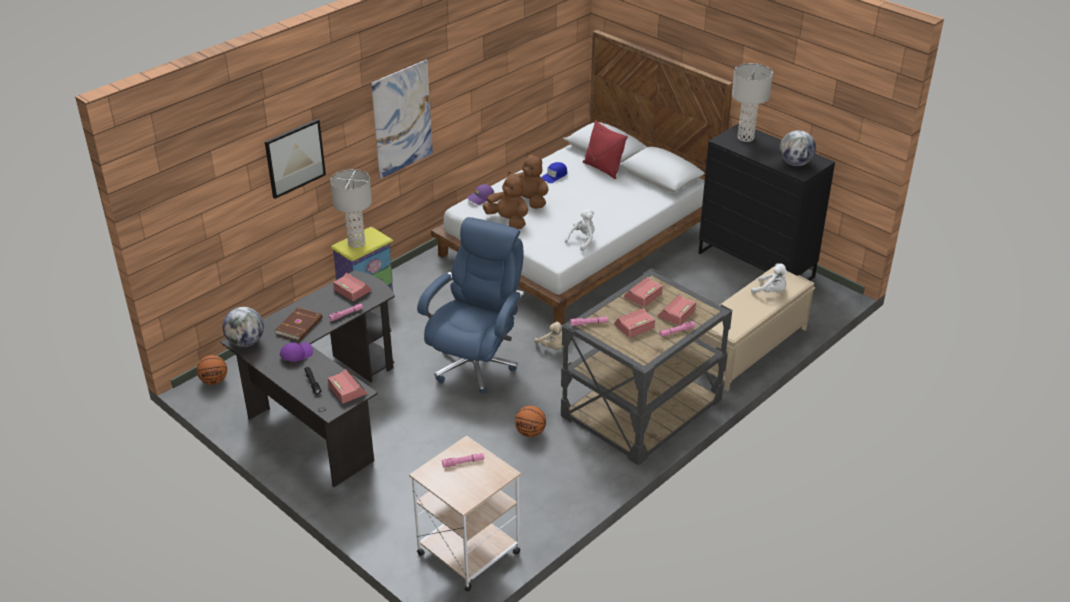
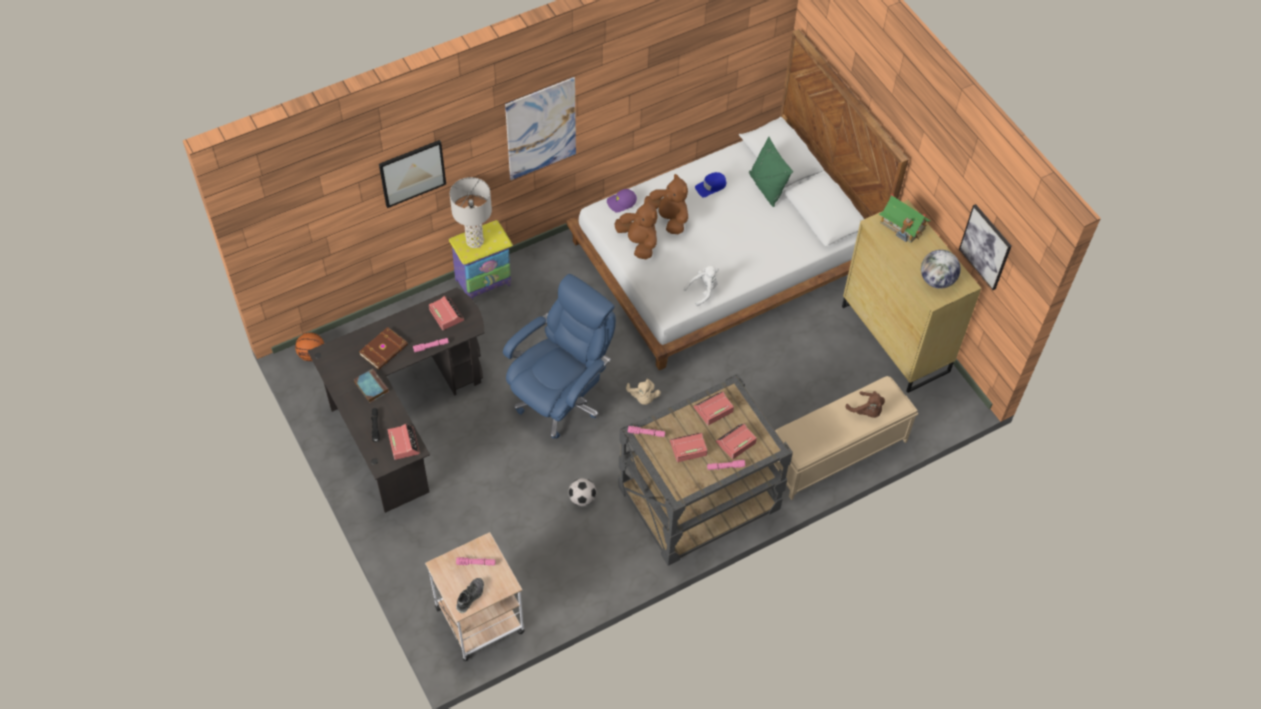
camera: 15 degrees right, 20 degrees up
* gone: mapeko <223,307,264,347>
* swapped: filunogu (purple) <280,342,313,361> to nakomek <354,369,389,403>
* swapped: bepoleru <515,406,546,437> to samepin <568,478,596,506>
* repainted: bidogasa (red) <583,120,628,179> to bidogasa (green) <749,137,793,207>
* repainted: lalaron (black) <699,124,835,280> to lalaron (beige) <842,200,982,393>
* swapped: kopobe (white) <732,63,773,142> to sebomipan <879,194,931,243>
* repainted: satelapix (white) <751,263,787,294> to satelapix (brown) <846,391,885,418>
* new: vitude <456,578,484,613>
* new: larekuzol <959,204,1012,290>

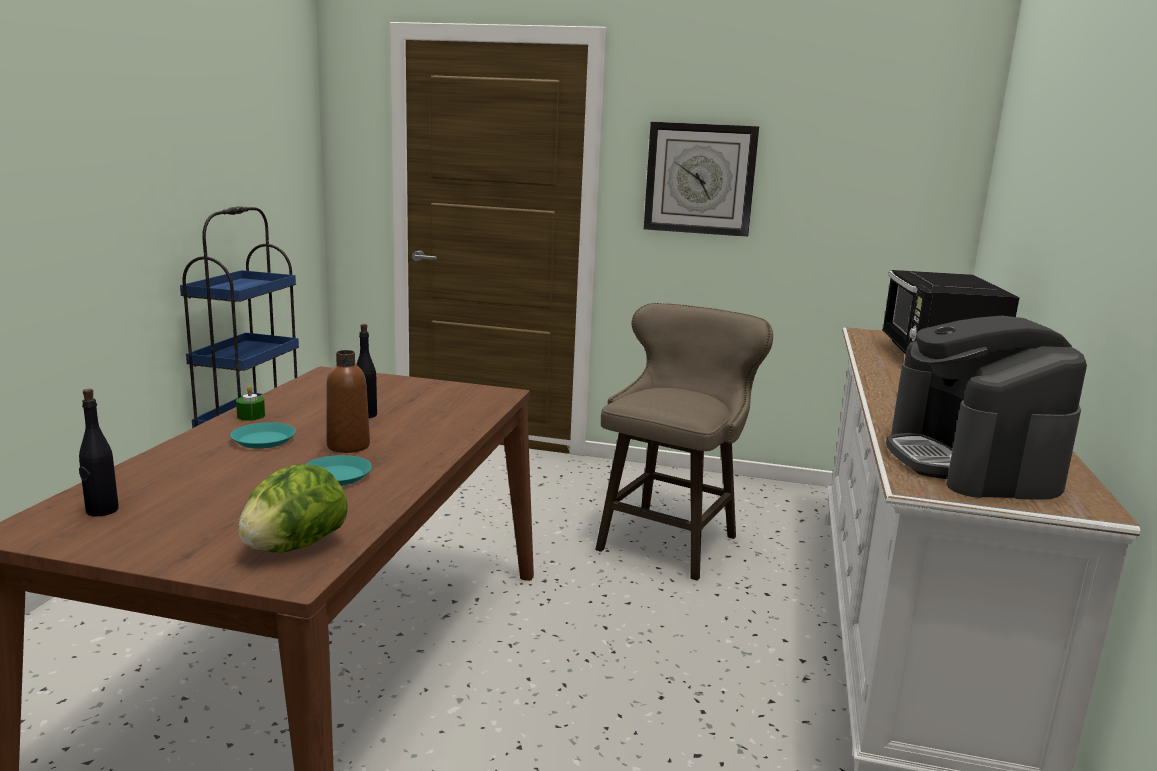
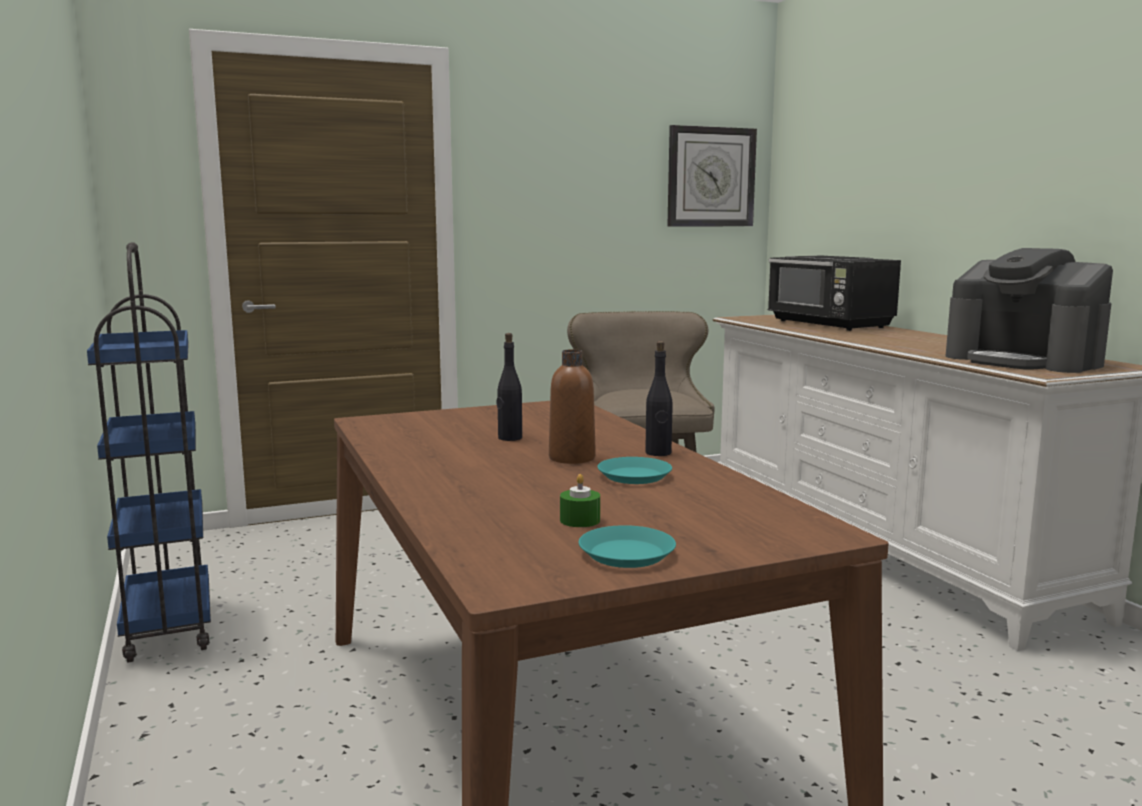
camera: 35 degrees left, 5 degrees down
* shifted: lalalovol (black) <79,389,119,516> to <645,341,673,456>
* shifted: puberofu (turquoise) <230,422,296,449> to <579,525,676,568>
* shifted: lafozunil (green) <236,386,265,421> to <560,474,600,527>
* gone: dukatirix <238,464,348,552>
* shifted: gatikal <644,122,759,237> to <667,125,757,227>

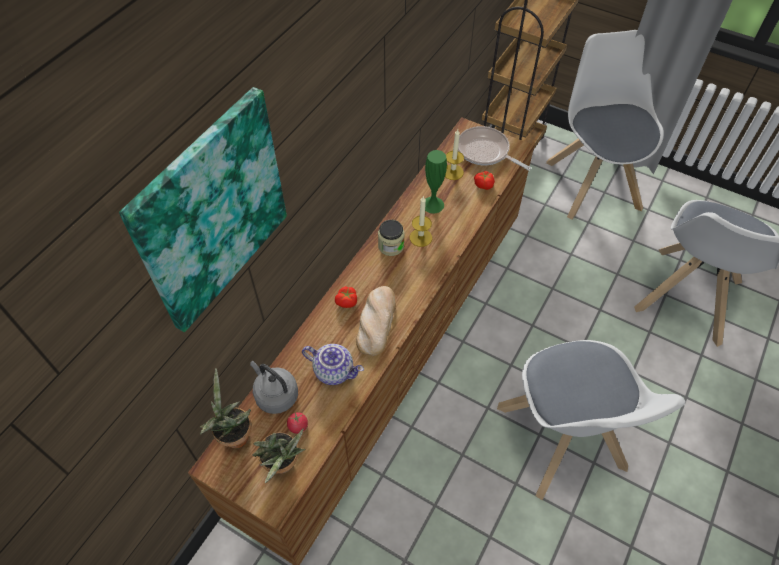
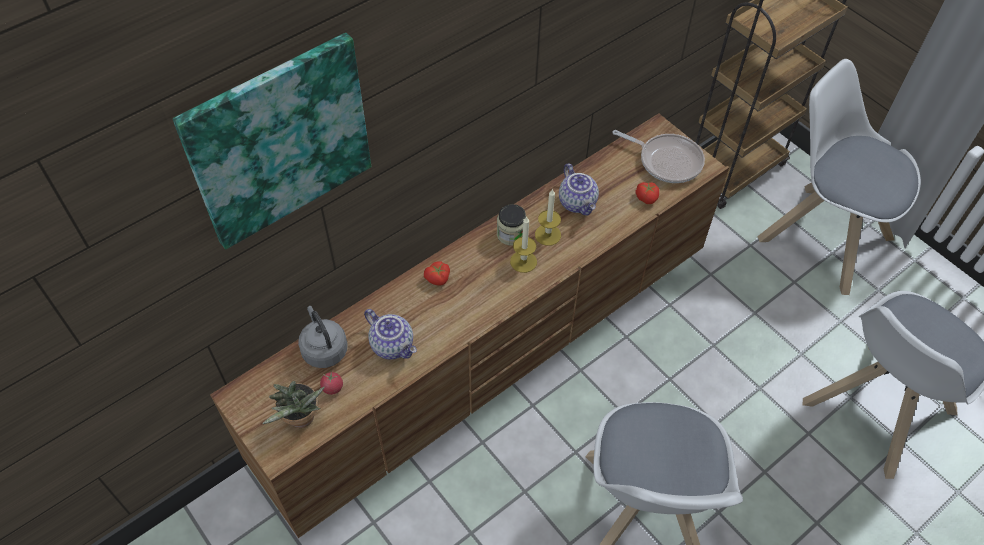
camera: 20 degrees right, 0 degrees up
* gone: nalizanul <200,368,252,448>
* gone: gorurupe <356,286,396,356>
* swapped: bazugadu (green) <425,150,447,213> to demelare <559,163,599,216>
* shifted: lafozunil <445,129,464,180> to <510,216,537,273>
* rotated: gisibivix <458,126,531,170> = <612,130,705,183> 150 degrees clockwise
* rotated: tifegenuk <546,30,664,220> = <757,59,921,295> 60 degrees counterclockwise

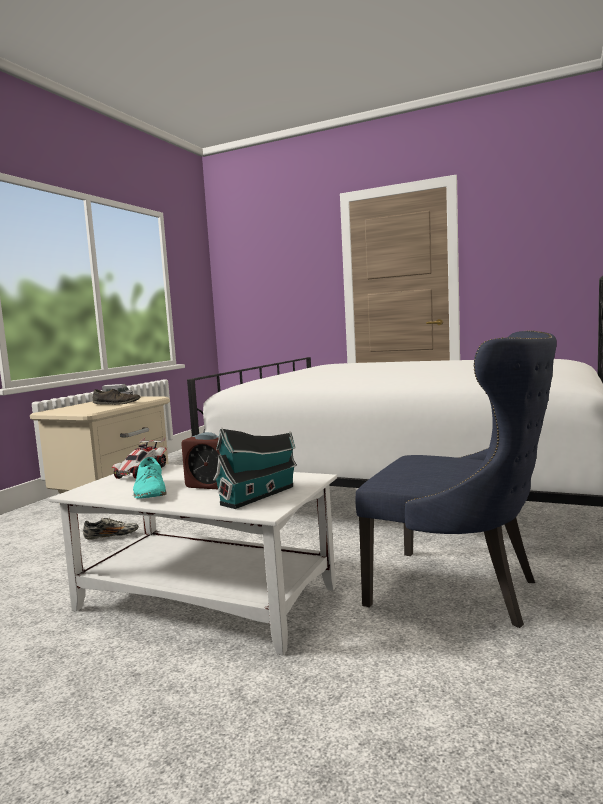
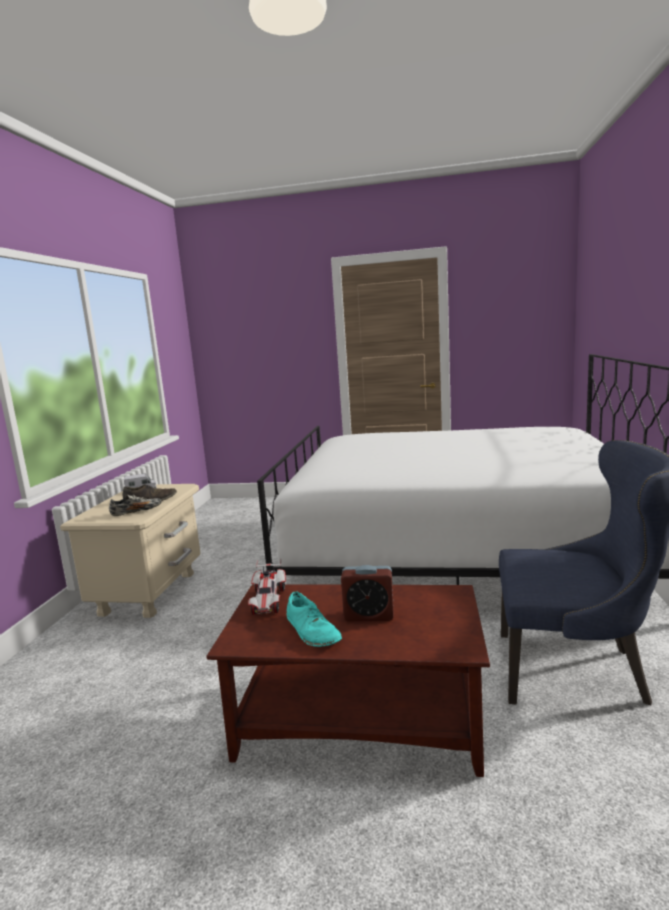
camera: 15 degrees left, 5 degrees up
* repainted: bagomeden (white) <49,464,337,655> to bagomeden (brown) <206,584,490,777>
* shifted: vitude <83,517,139,540> to <109,494,162,516>
* gone: sebomipan <213,428,297,509>

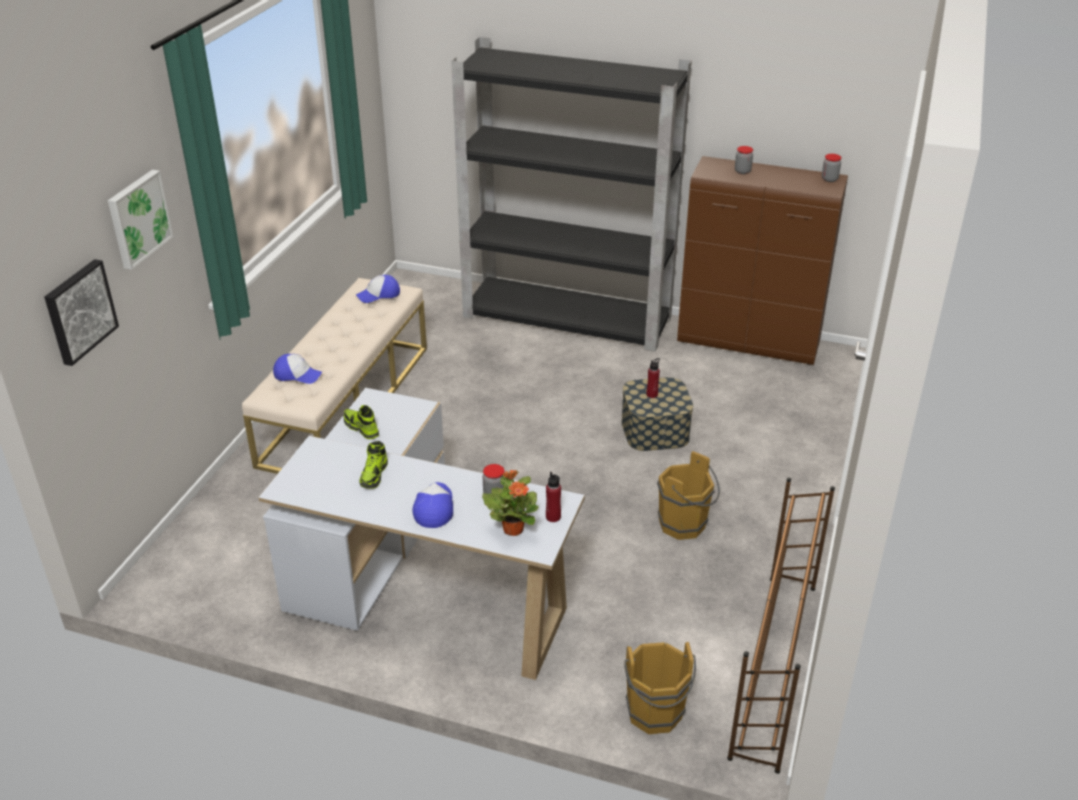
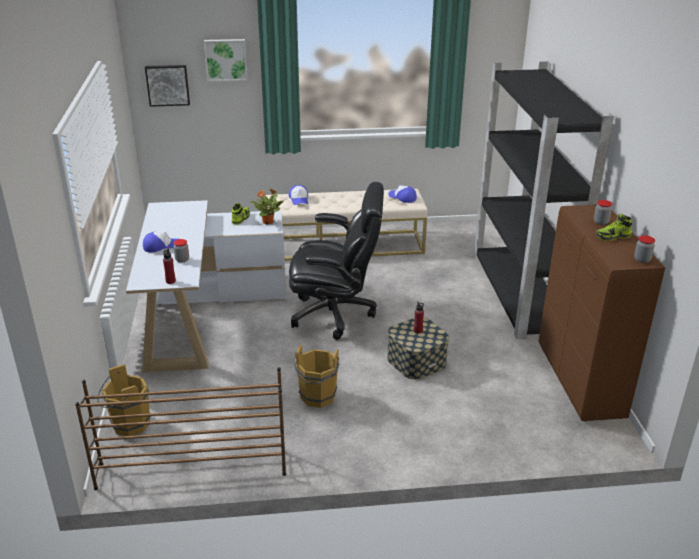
camera: 65 degrees right, 5 degrees down
* shifted: vitude <359,441,388,489> to <596,214,632,241>
* shifted: nalizanul <482,470,538,536> to <250,189,284,224>
* new: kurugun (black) <289,182,384,340>

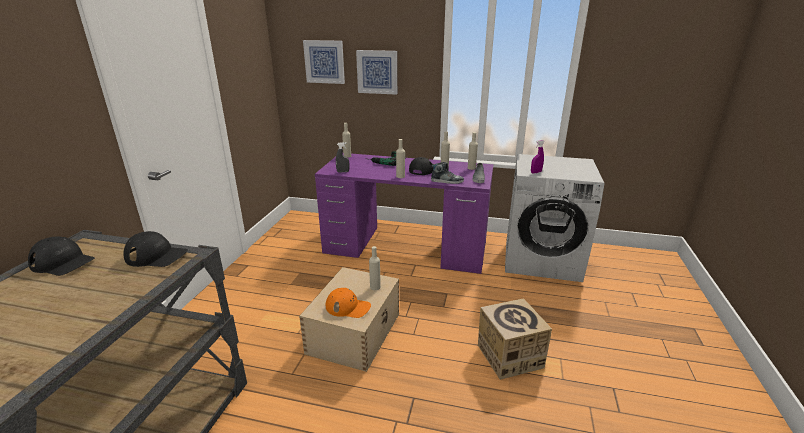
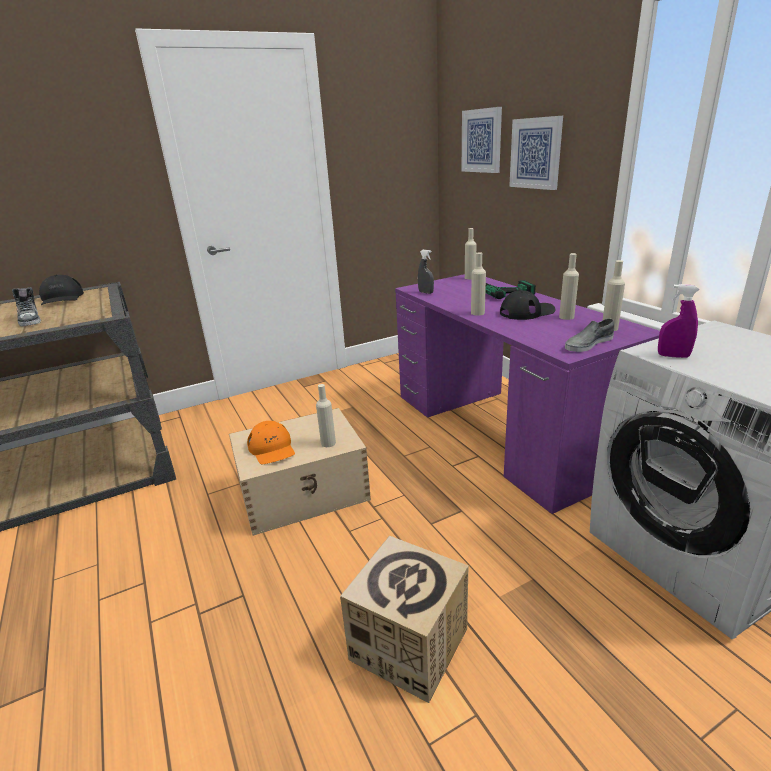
camera: 50 degrees right, 0 degrees up
* gone: filunogu (black) <123,231,188,267>
* shifted: vitude <431,162,464,184> to <12,287,41,326>

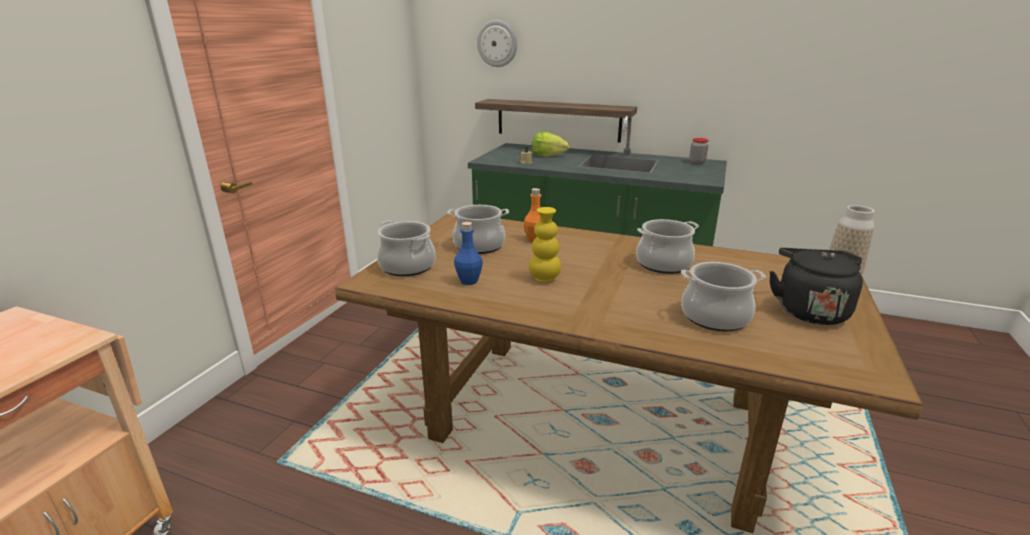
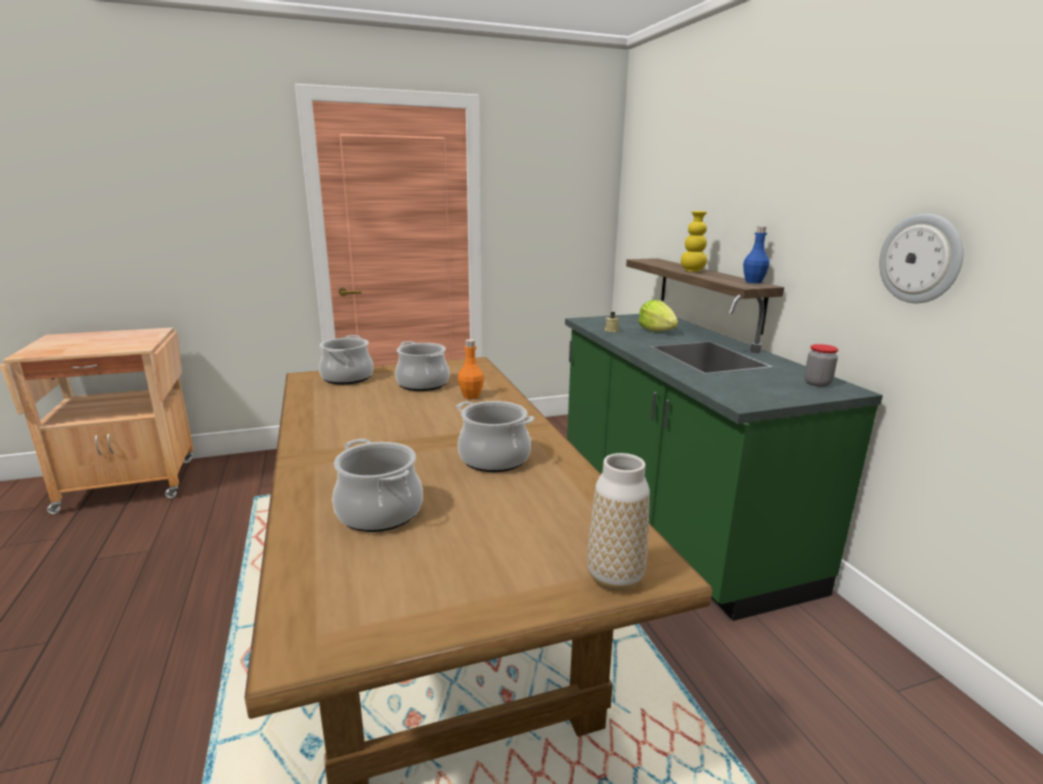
camera: 50 degrees right, 5 degrees down
* shifted: lalalovol (blue) <454,222,483,285> to <743,226,770,284>
* shifted: gatikal <477,20,517,67> to <879,214,963,303>
* shifted: bazugadu (yellow) <529,207,561,282> to <681,211,707,272>
* gone: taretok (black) <769,248,863,325>

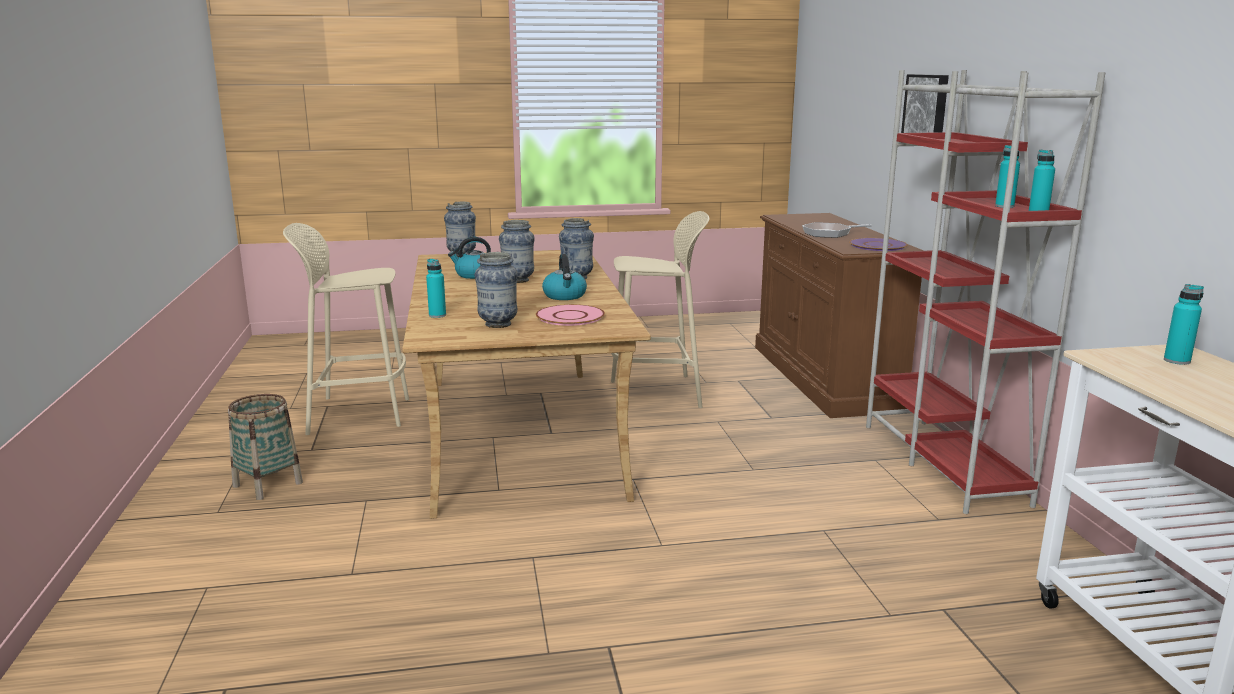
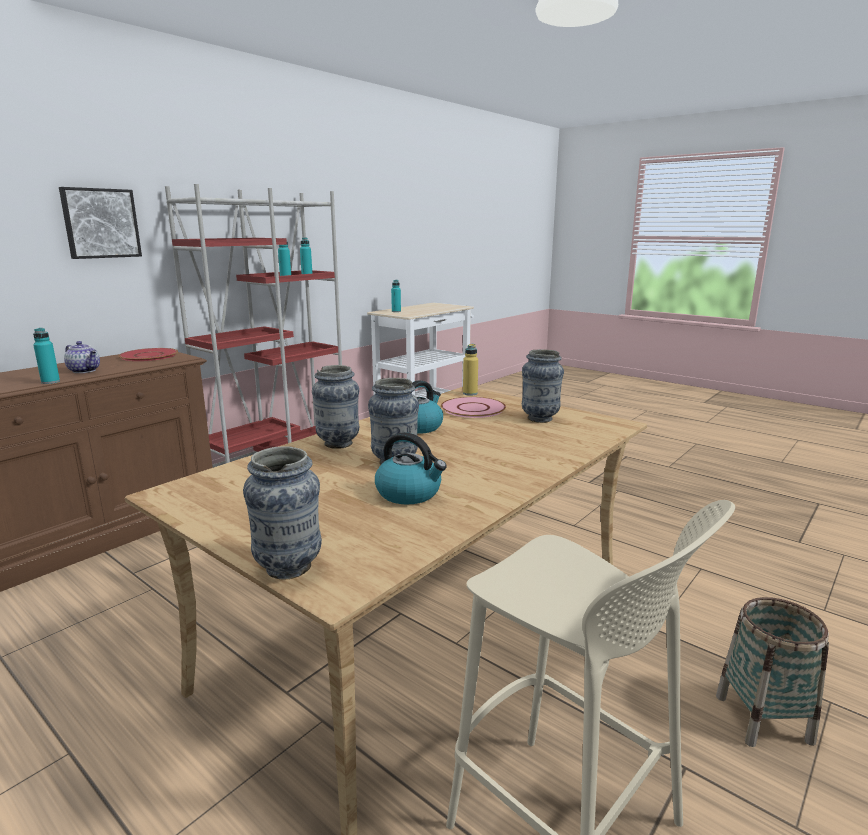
camera: 130 degrees left, 0 degrees up
* shifted: lalalovol (turquoise) <426,259,446,318> to <33,328,60,384>
* gone: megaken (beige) <611,211,709,408>
* swapped: gisibivix <802,222,872,238> to demelare <64,341,100,373>
* repainted: puberofu (purple) <849,238,908,251> to puberofu (red) <119,348,178,361>
* new: lalalovol (yellow) <463,344,478,396>

